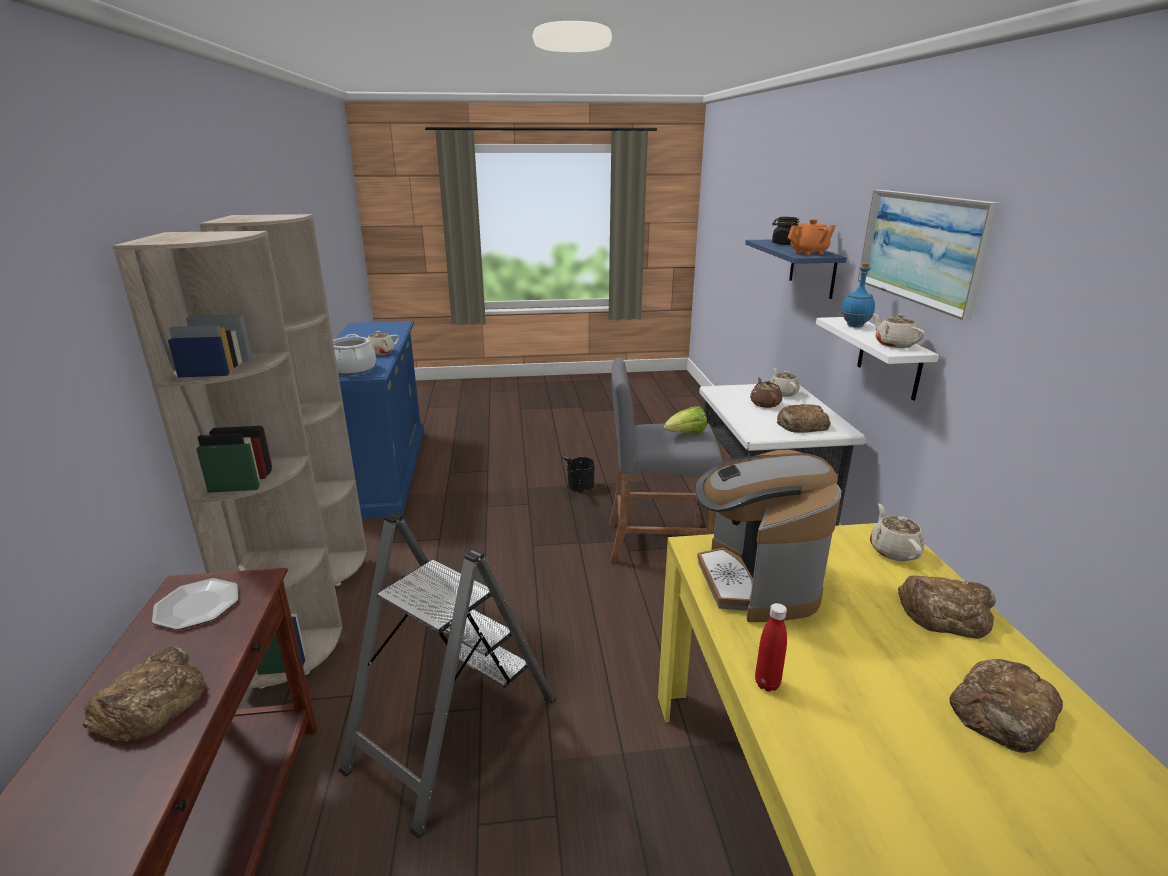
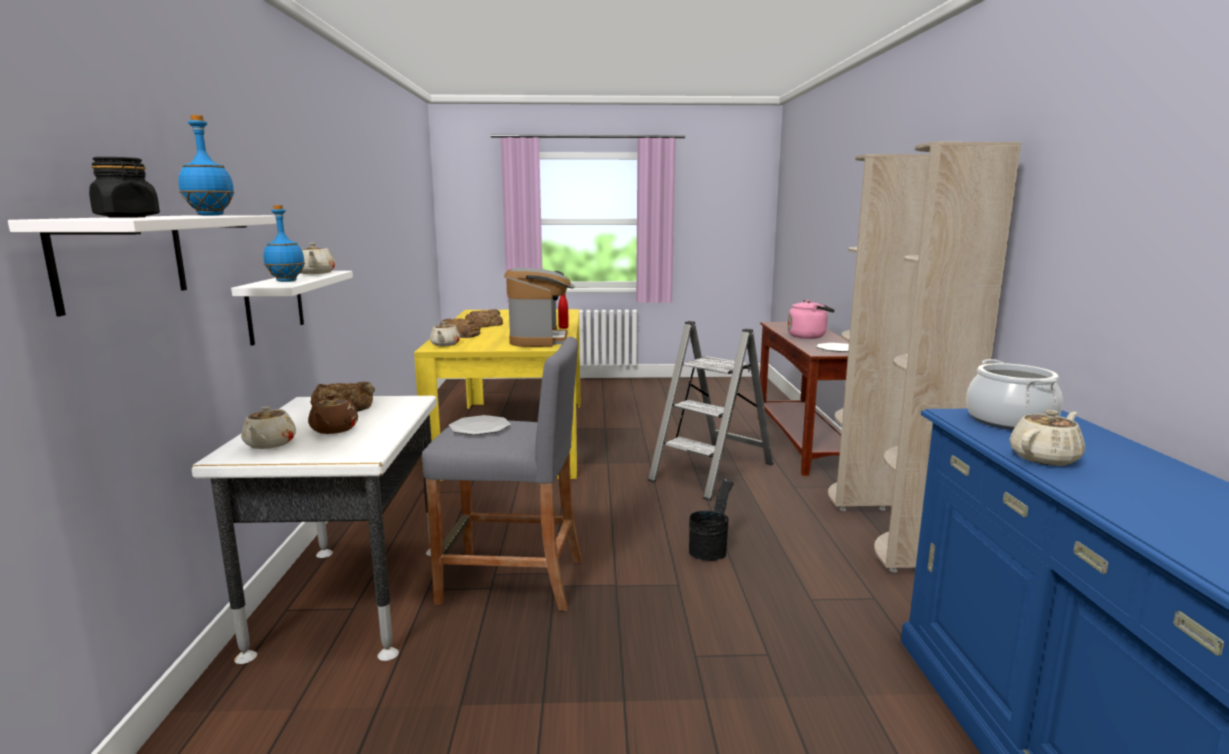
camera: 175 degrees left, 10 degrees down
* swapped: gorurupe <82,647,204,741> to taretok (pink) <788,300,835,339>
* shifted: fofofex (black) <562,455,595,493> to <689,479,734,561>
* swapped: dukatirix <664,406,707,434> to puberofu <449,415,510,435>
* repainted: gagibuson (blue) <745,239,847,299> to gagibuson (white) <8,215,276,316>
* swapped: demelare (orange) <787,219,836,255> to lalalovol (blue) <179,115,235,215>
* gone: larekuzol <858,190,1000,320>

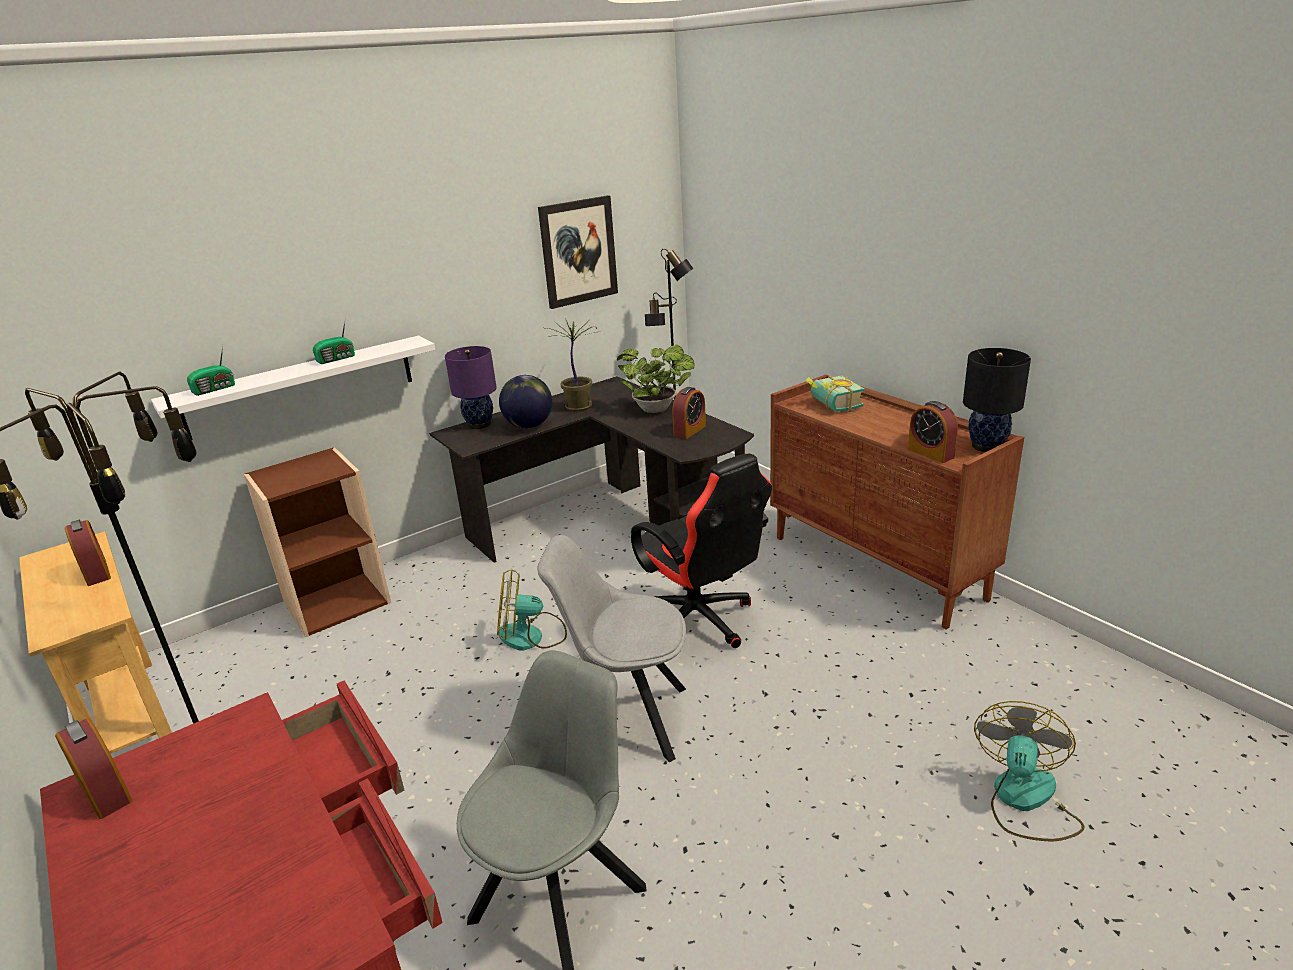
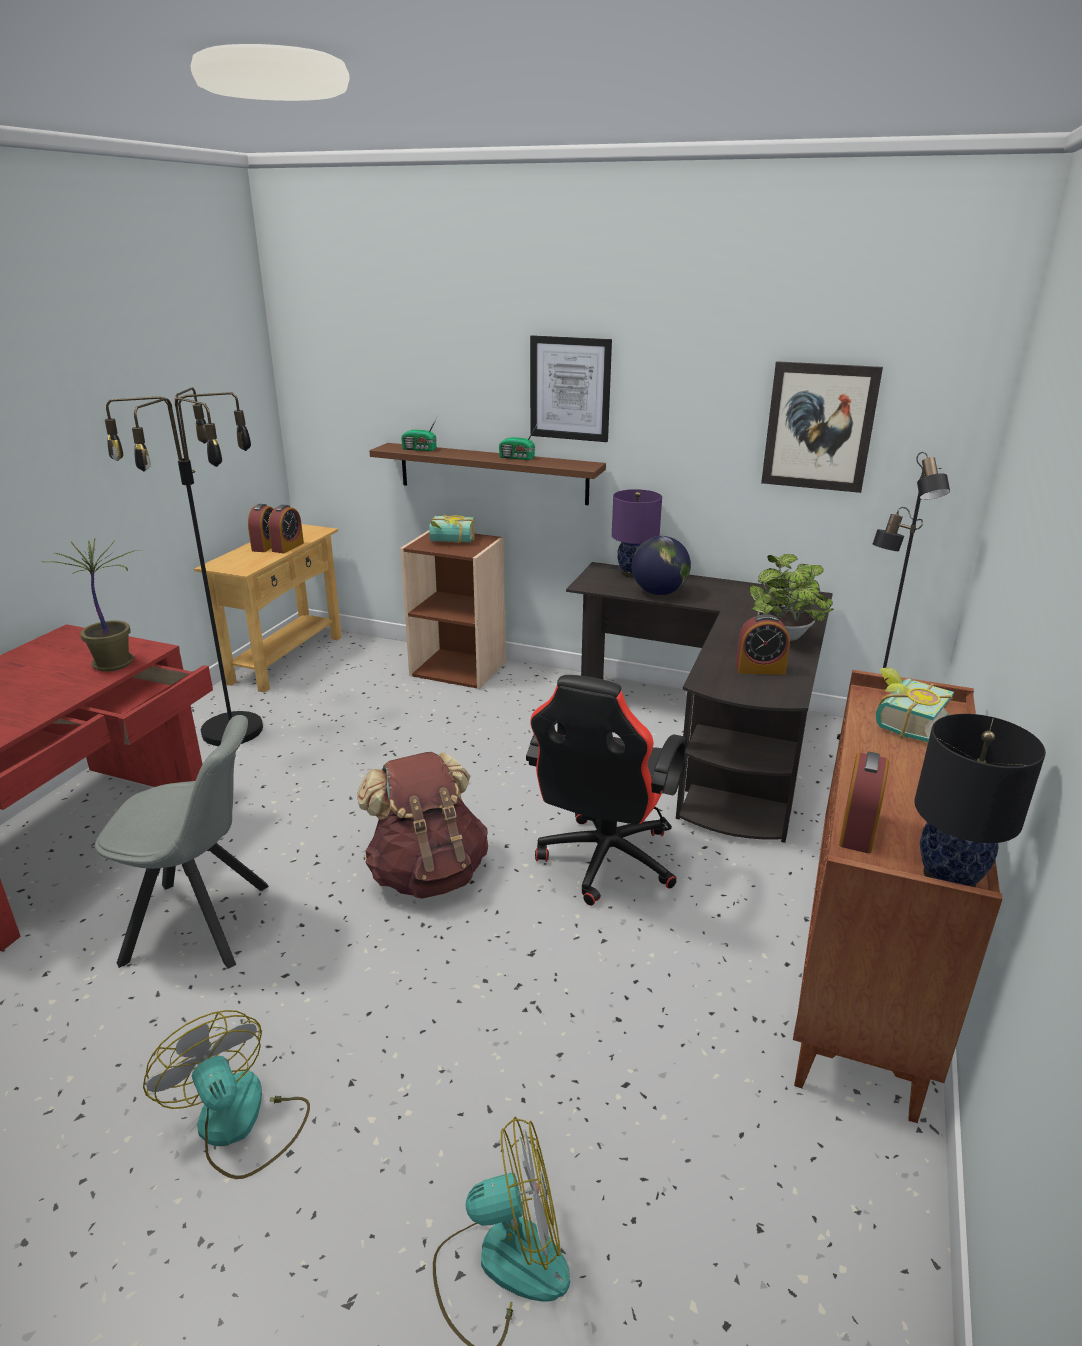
camera: 55 degrees right, 0 degrees up
* shifted: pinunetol <55,718,133,819> to <248,504,274,552>
* repainted: gagibuson (white) <151,336,435,440> to gagibuson (brown) <369,443,606,505>
* shifted: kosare <497,569,567,651> to <143,1010,310,1179>
* swapped: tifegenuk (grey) <537,535,686,762> to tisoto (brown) <357,752,488,899>
* shifted: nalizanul <545,318,597,412> to <41,538,139,672>
* new: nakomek <429,514,475,543>
* new: larekuzol <530,335,612,442>

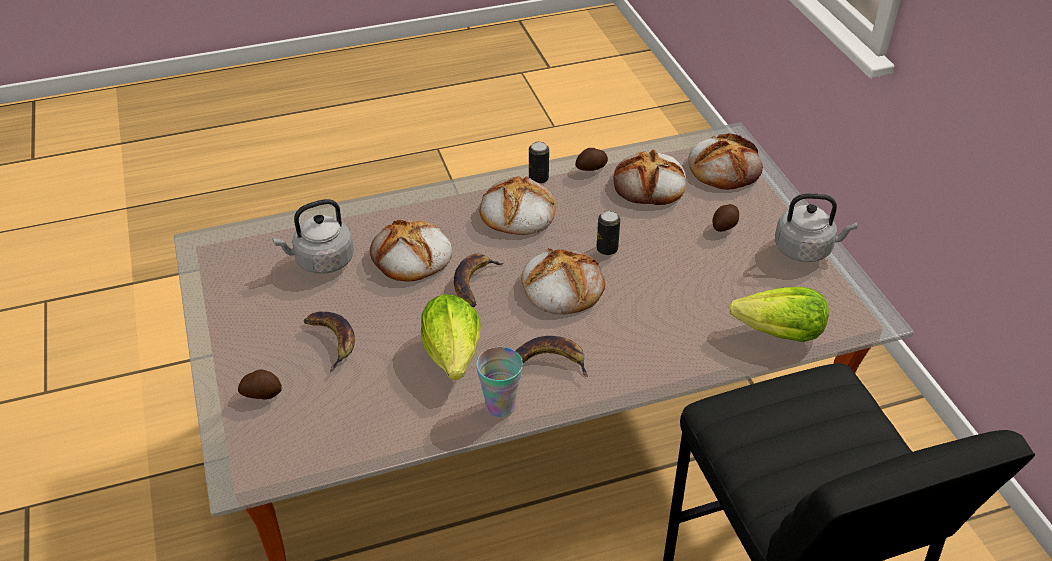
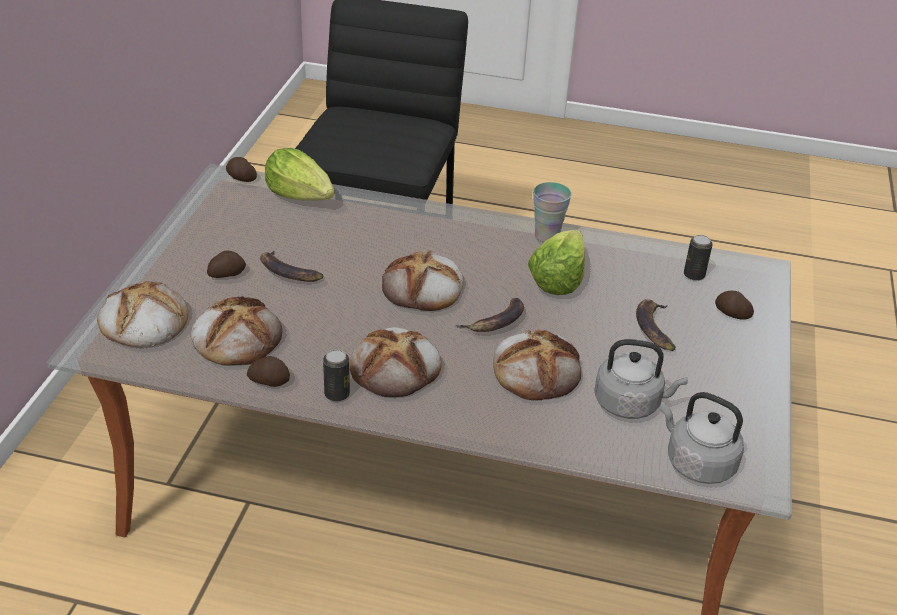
camera: 150 degrees left, 5 degrees down
* shifted: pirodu <516,336,588,377> to <260,250,323,282>
* shifted: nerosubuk <596,211,620,255> to <684,235,713,281>
* shifted: taretok (grey) <775,193,858,262> to <660,392,744,484>
* new: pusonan <226,157,257,182>

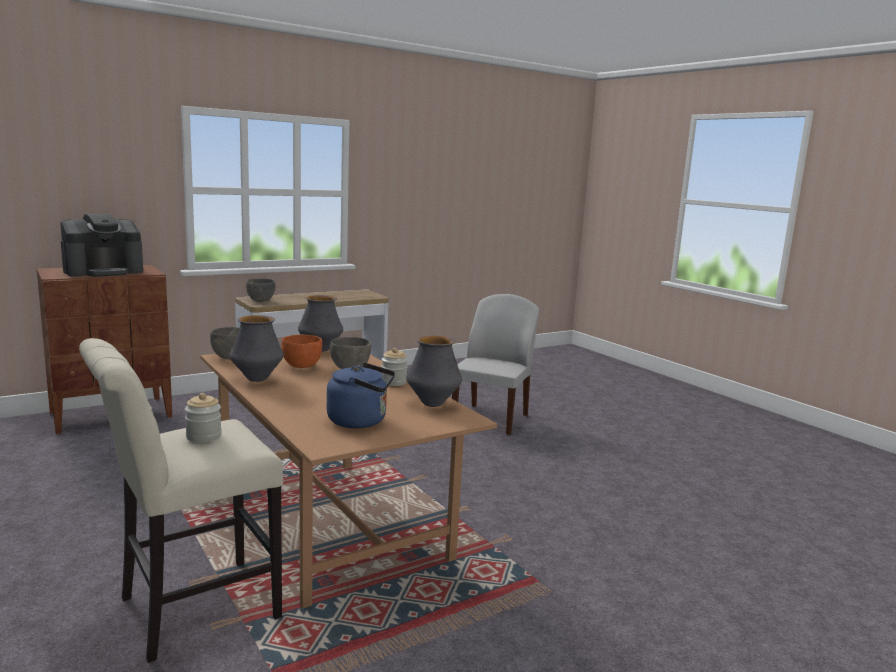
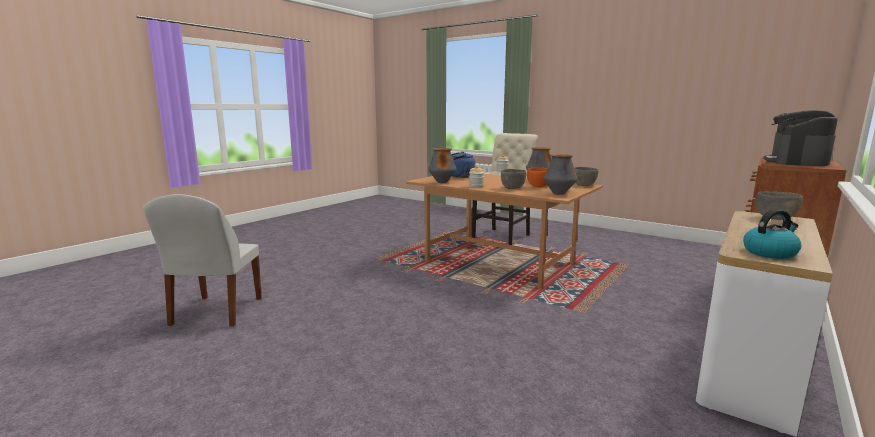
camera: 160 degrees right, 0 degrees up
* shifted: tifegenuk (white) <452,294,539,435> to <143,194,262,327>
* new: taretok <743,209,802,259>

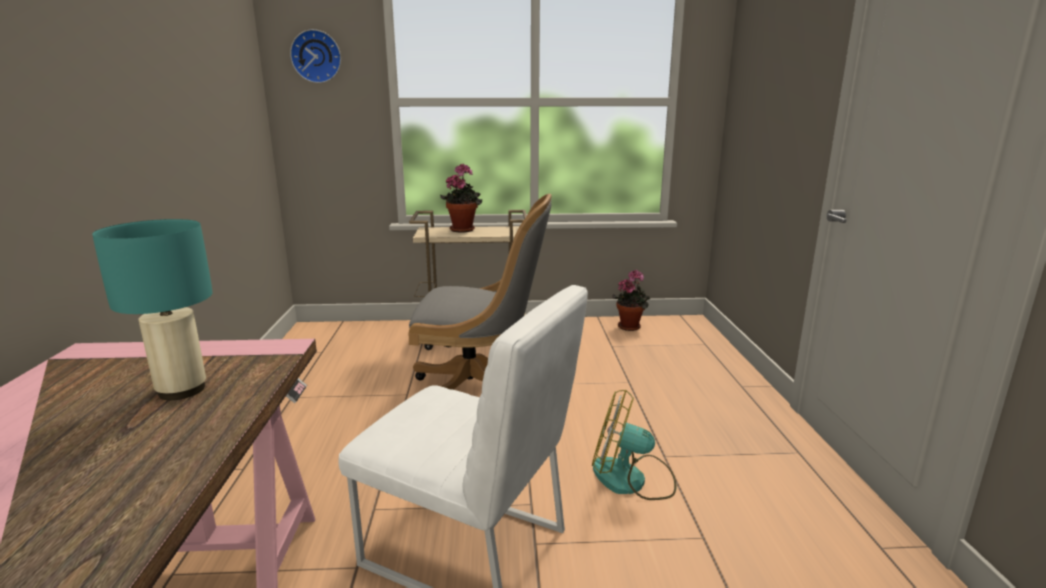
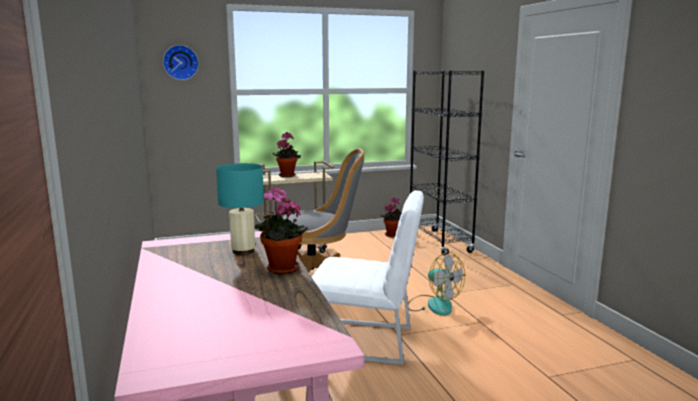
camera: 15 degrees left, 5 degrees down
* rotated: kosare <592,390,676,500> = <408,252,465,316> 135 degrees counterclockwise
* new: nalizanul <255,187,308,274>
* new: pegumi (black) <410,71,484,256>

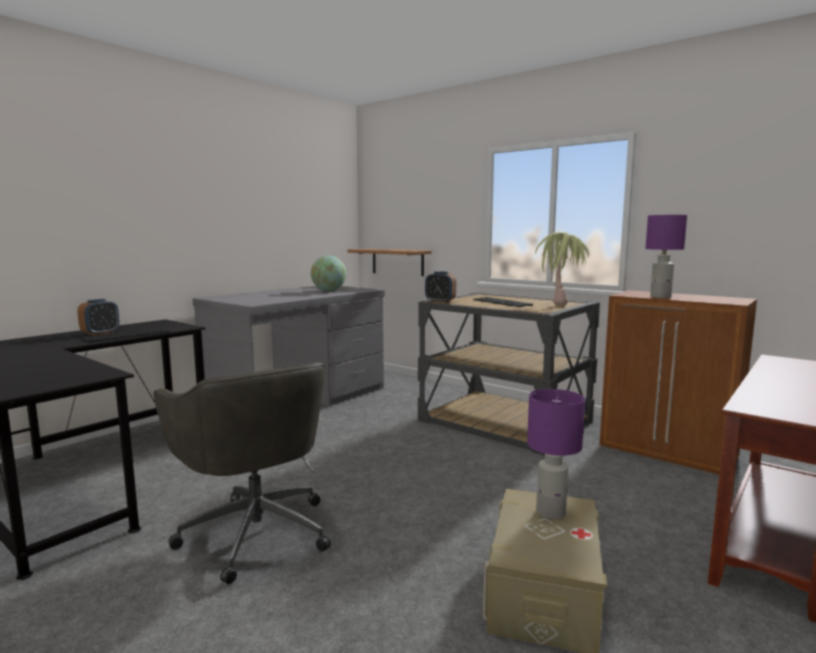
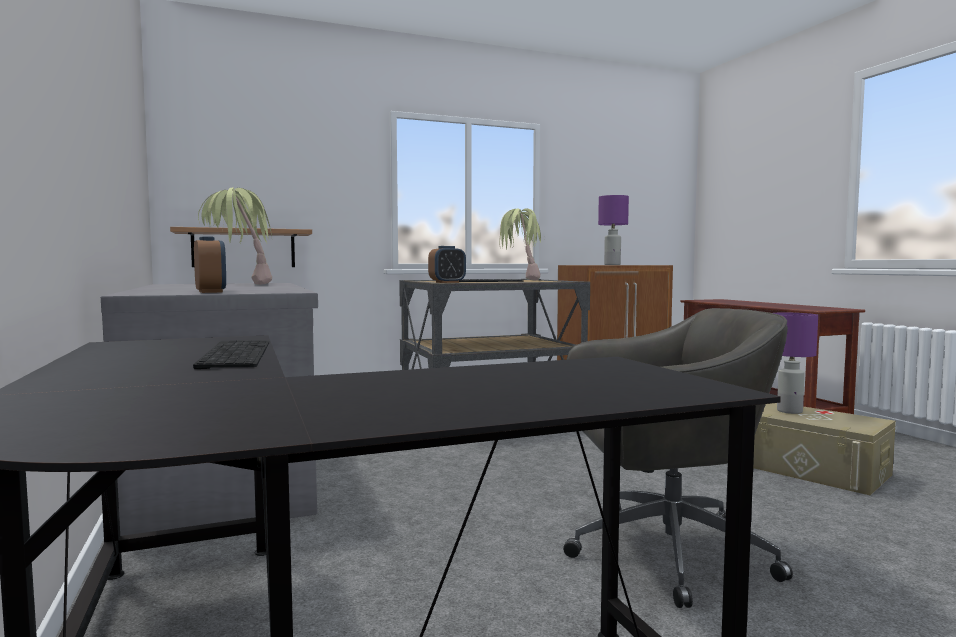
camera: 60 degrees left, 5 degrees down
* shifted: pinunetol <77,299,120,336> to <194,236,226,293>
* swapped: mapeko <311,256,346,291> to nalizanul <198,188,272,285>

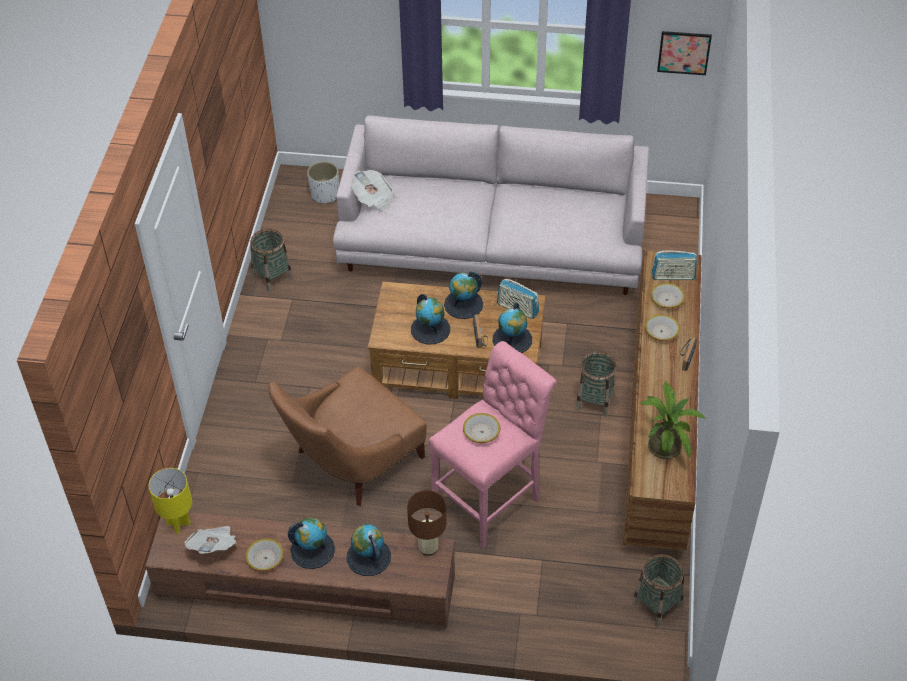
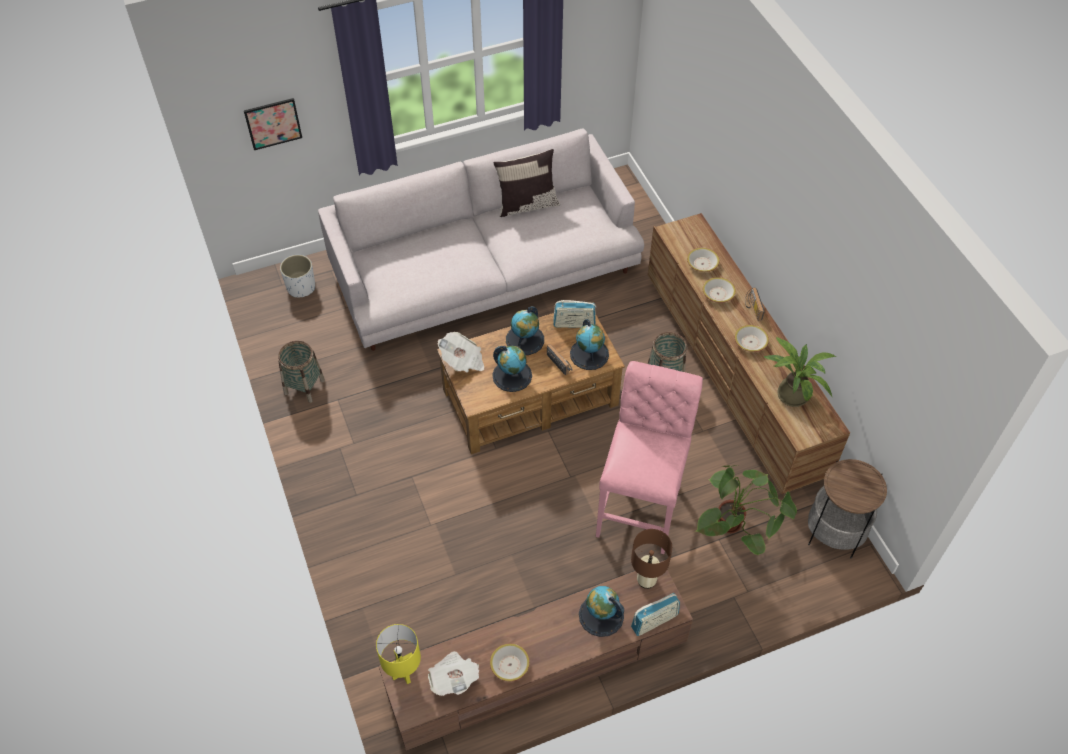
camera: 30 degrees left, 5 degrees up
* gone: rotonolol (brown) <268,367,426,506>
* gone: mapeko <288,517,335,569>
* shifted: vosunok <351,170,395,212> to <438,332,484,373>
* shifted: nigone <463,413,500,443> to <735,325,769,352>
* swapped: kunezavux <632,554,684,627> to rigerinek <808,459,887,559>
* shifted: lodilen <652,250,697,280> to <631,593,680,636>
* shifted: larekuzol <657,31,712,75> to <244,98,302,150>
* new: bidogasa <493,149,560,217>
* new: nalizanul <695,465,797,555>

